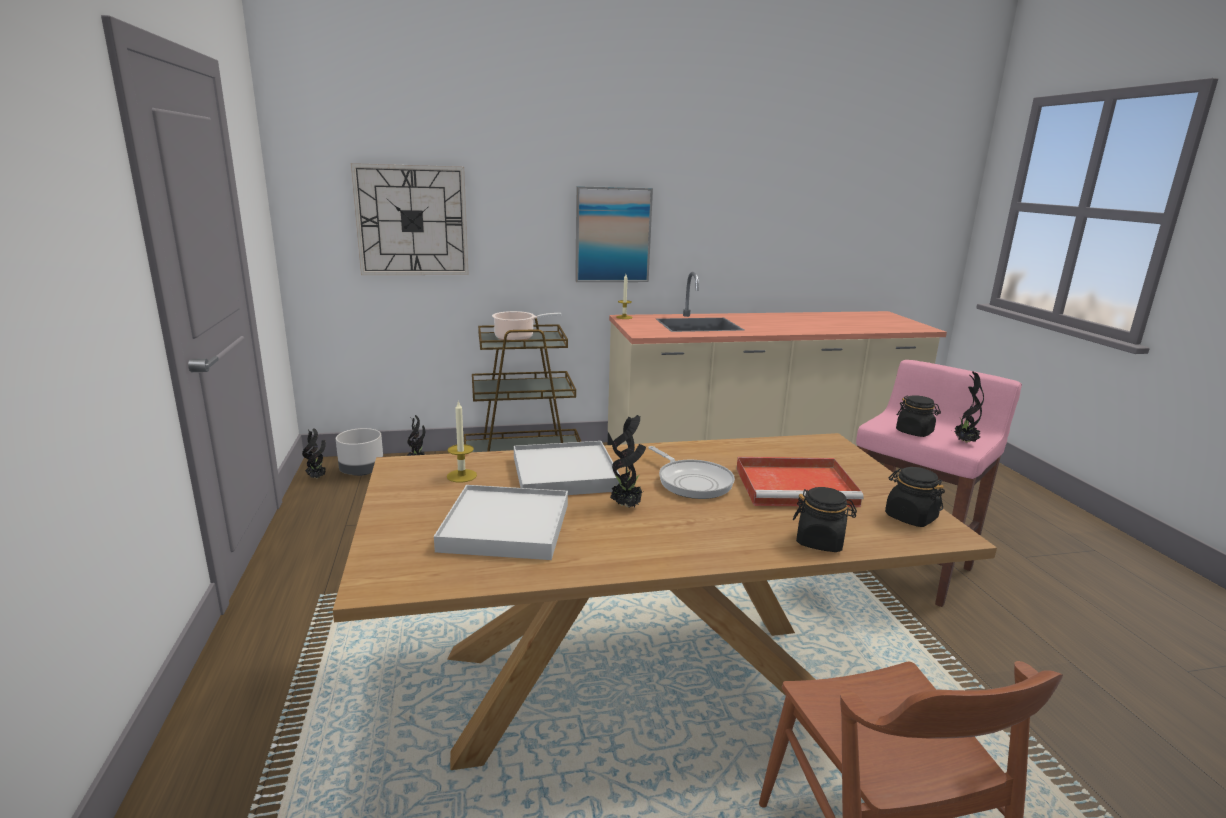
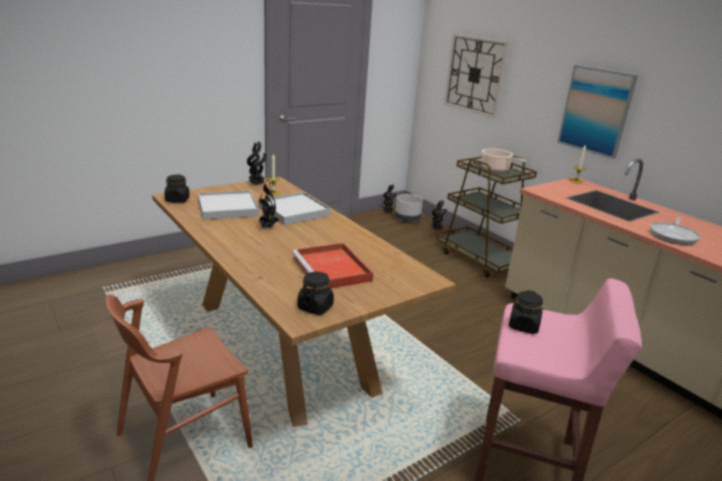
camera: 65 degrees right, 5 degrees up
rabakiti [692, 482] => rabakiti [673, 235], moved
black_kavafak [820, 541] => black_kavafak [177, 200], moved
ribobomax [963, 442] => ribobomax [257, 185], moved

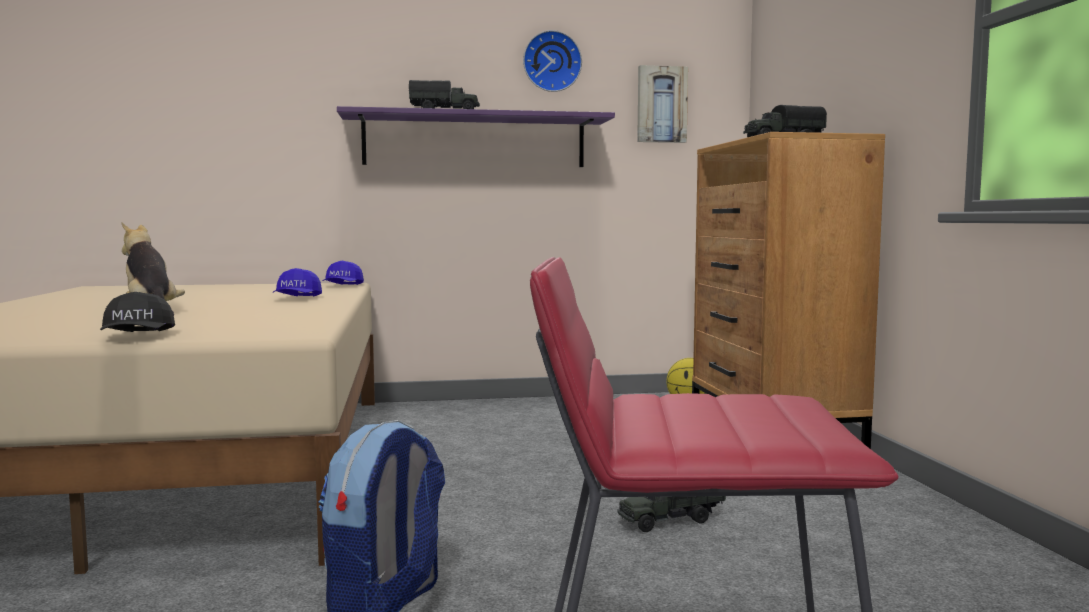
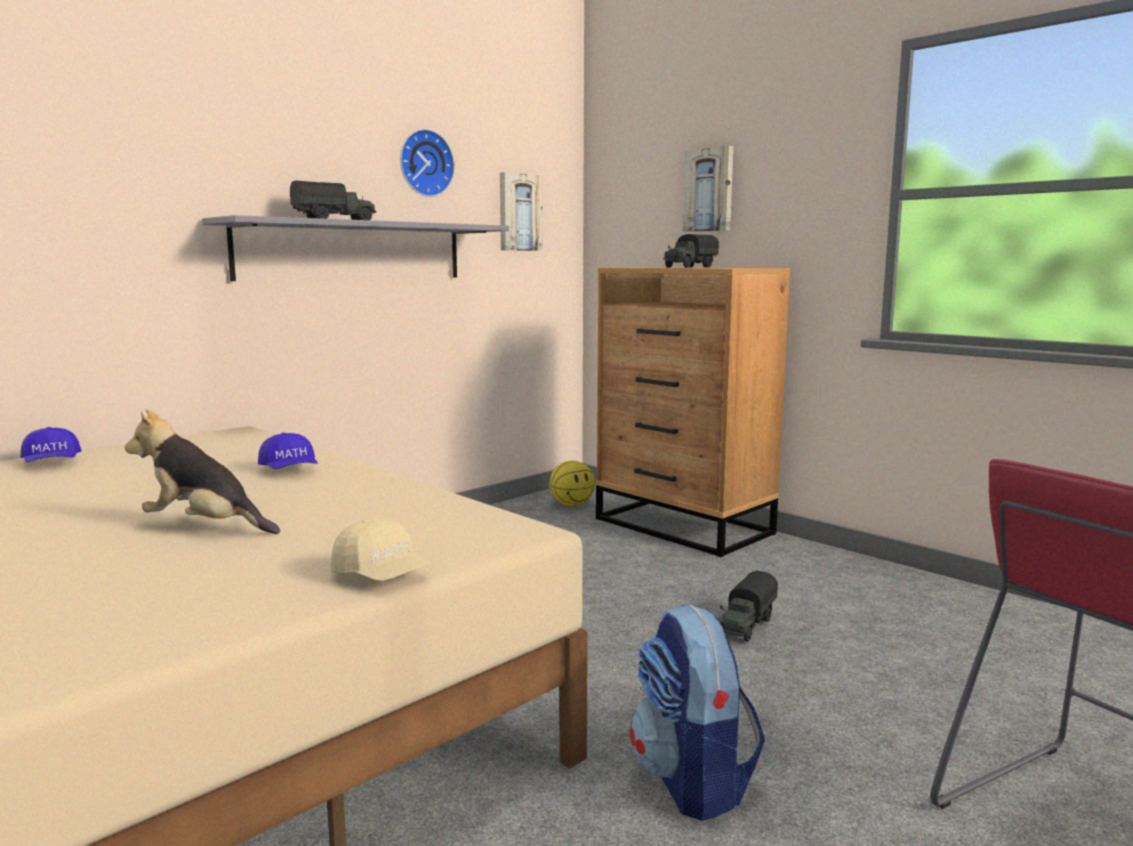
camera: 35 degrees left, 5 degrees up
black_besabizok [137, 337] => beige_besabizok [382, 576]
blue_besabizok [342, 286] => blue_besabizok [52, 463], moved
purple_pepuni [474, 141] => grey_pepuni [353, 251]
nothing => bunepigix [709, 190]

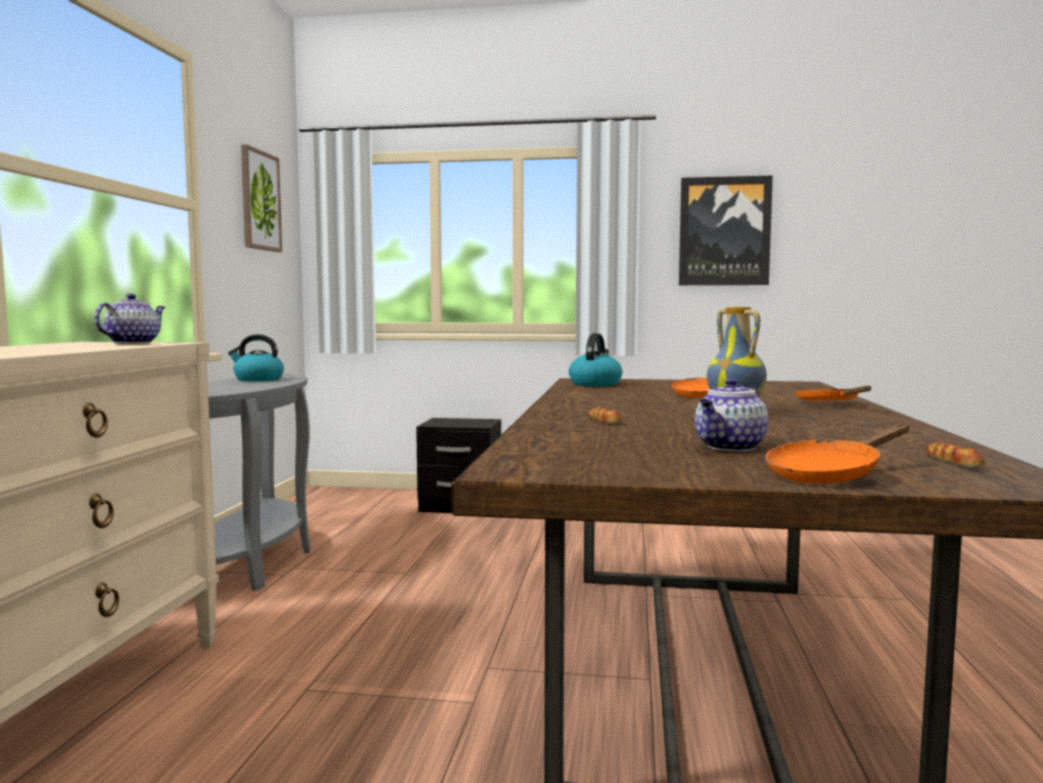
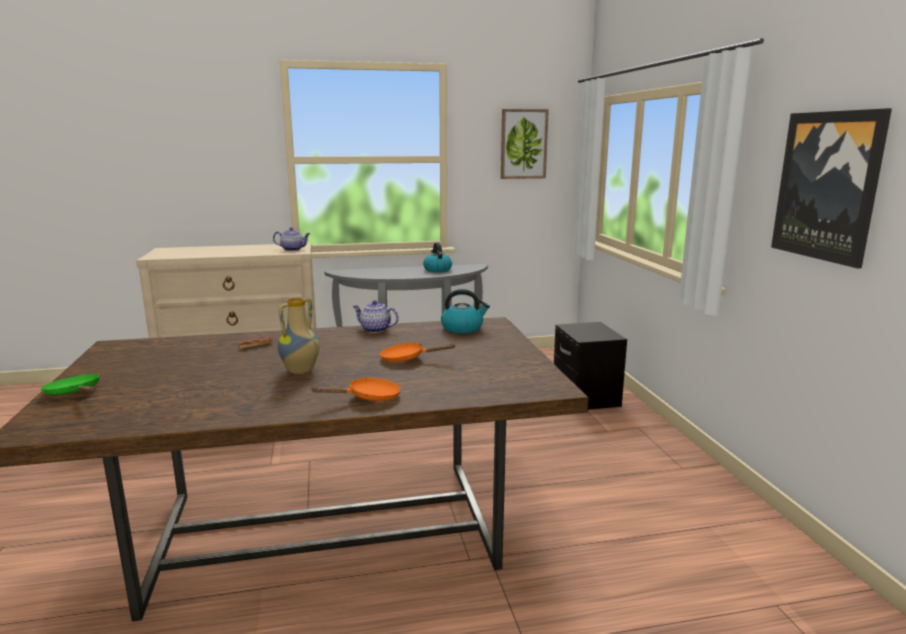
camera: 70 degrees right, 10 degrees up
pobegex [730, 447] => pobegex [375, 329], moved
orange_rabakiti [829, 475] => green_rabakiti [75, 393]
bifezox [953, 461] => nothing

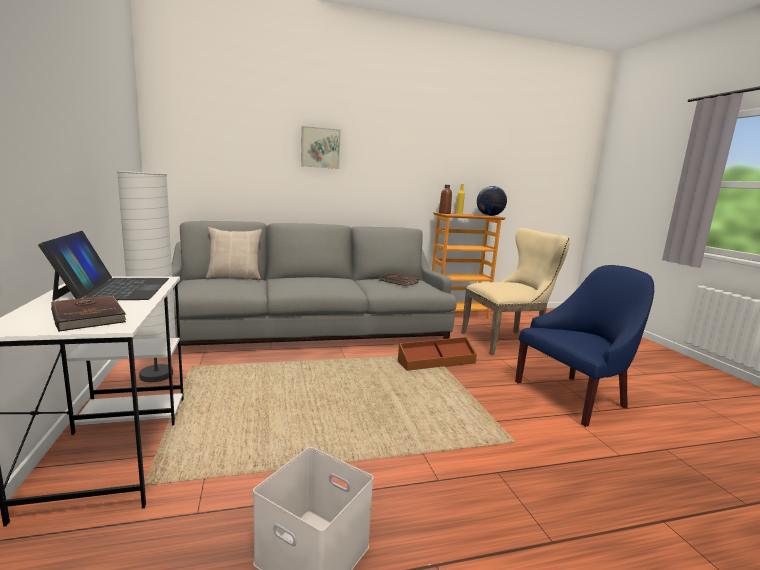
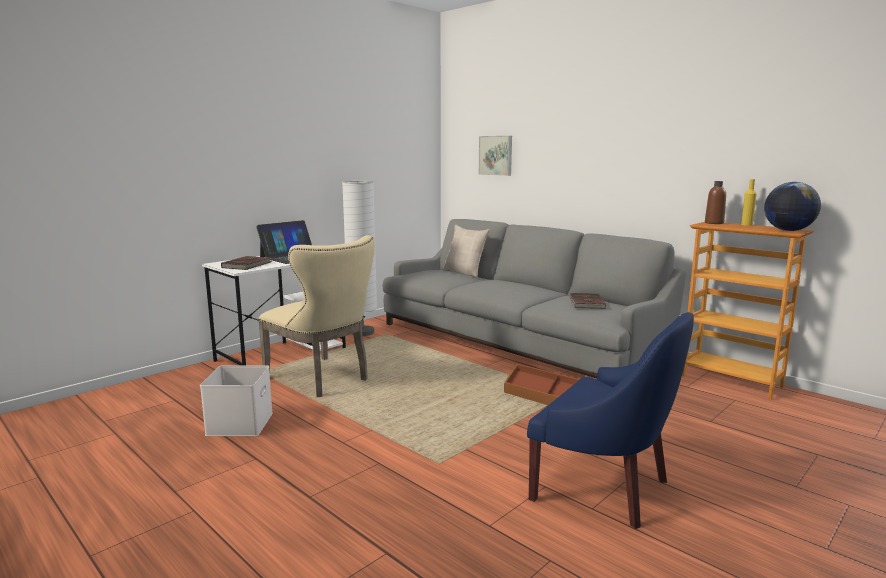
camera: 60 degrees right, 0 degrees up
bunepigix [320, 148] => bunepigix [496, 155], moved
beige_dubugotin [507, 341] => beige_dubugotin [323, 379], moved

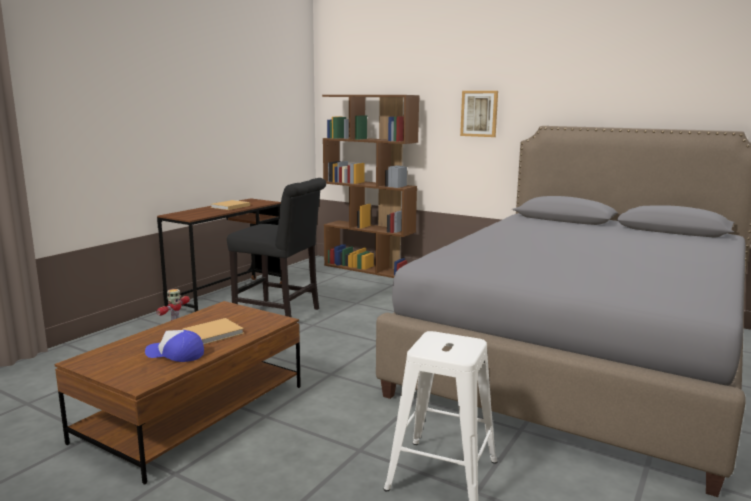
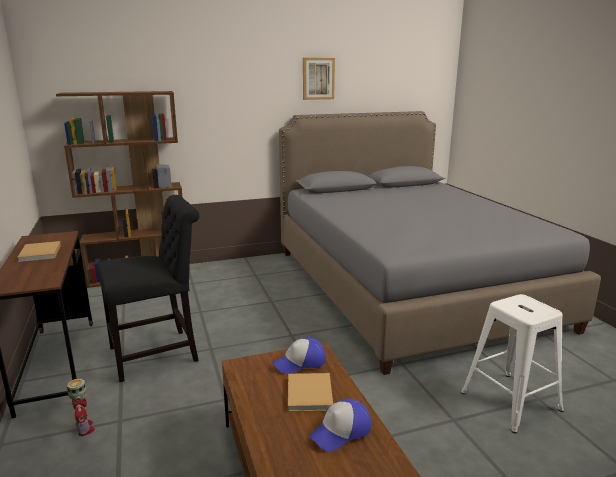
camera: 50 degrees left, 5 degrees up
bunepigix [479, 113] => bunepigix [318, 78], moved
nothing => besabizok [300, 363]

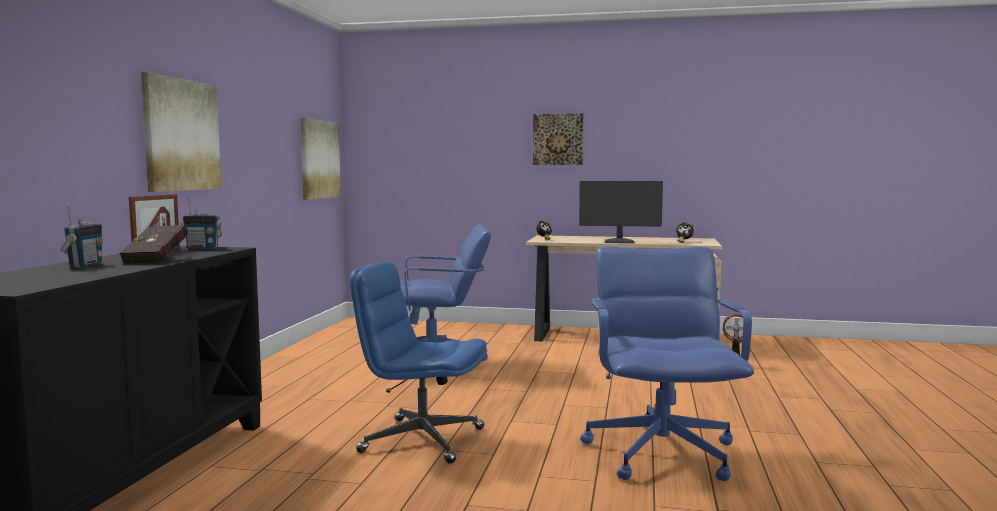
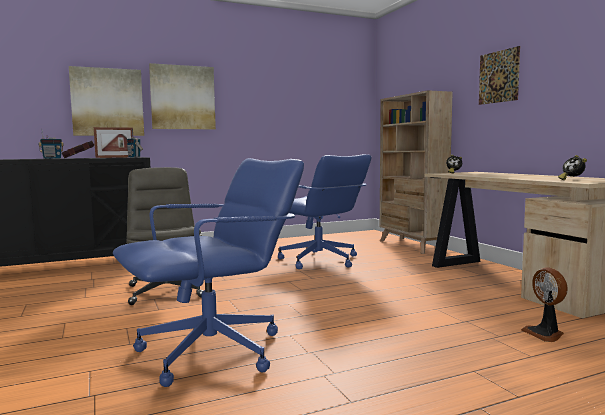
camera: 55 degrees right, 0 degrees up
bunepigix [319, 159] => bunepigix [107, 102], moved
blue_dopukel [421, 440] => grey_dopukel [165, 291]
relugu [619, 242] => nothing
nothing => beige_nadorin [411, 245]

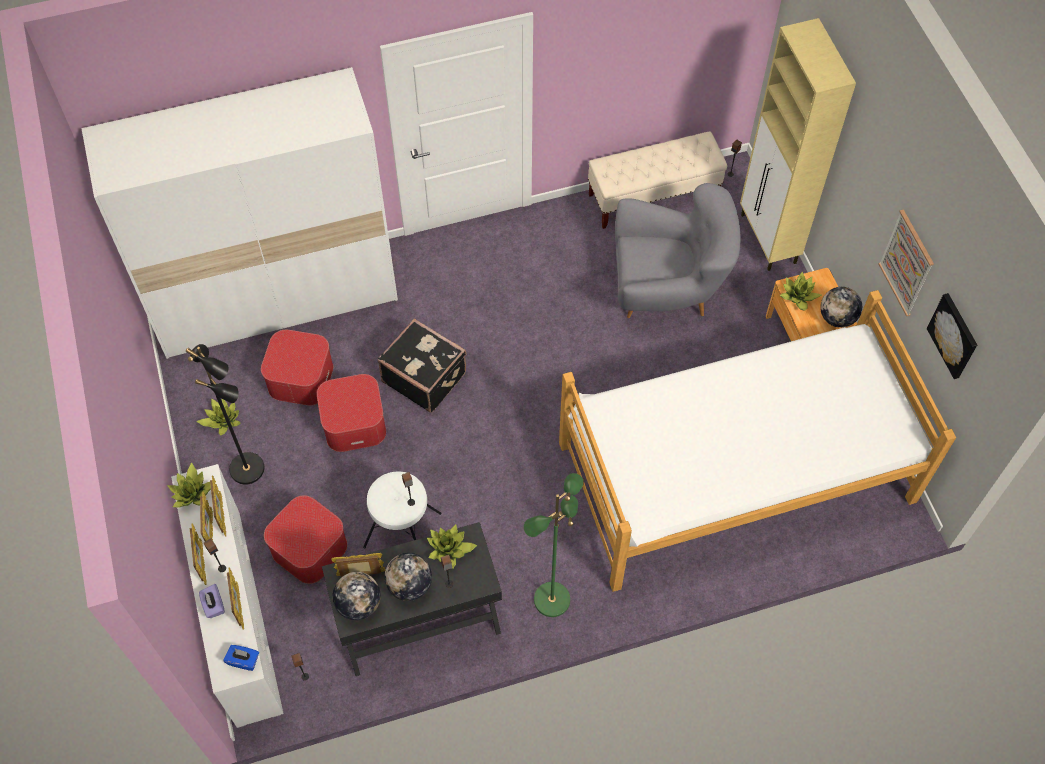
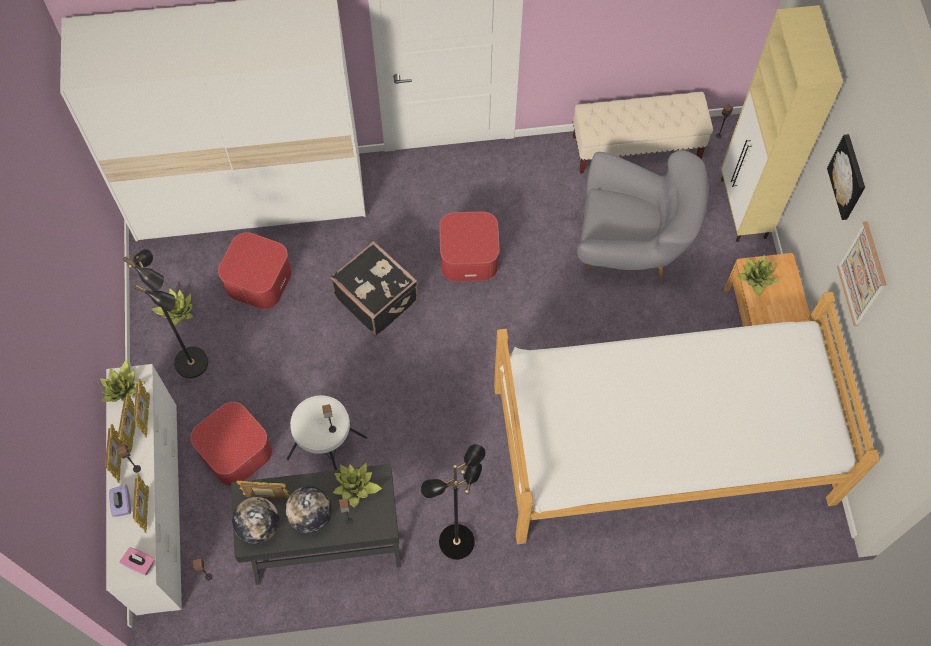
camera: 10 degrees right, 5 degrees up
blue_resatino [244, 660] => pink_resatino [140, 563]
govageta [354, 422] => govageta [469, 255], moved
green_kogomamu [551, 598] => black_kogomamu [456, 540]
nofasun [837, 318] => nothing
bunepigix [954, 335] => bunepigix [848, 177], moved

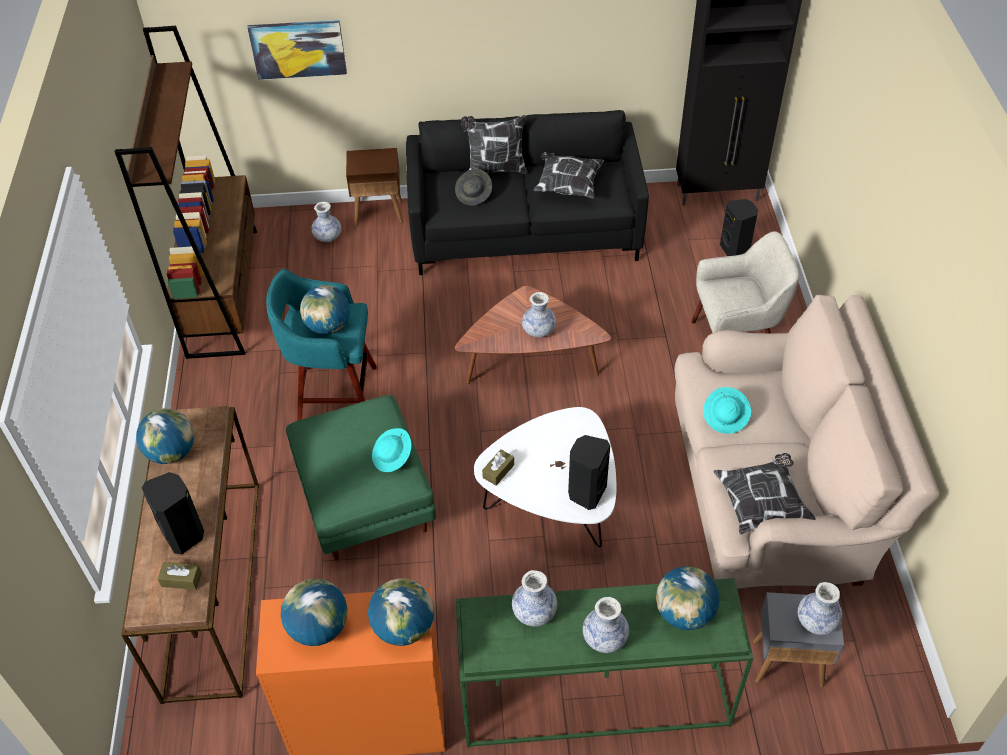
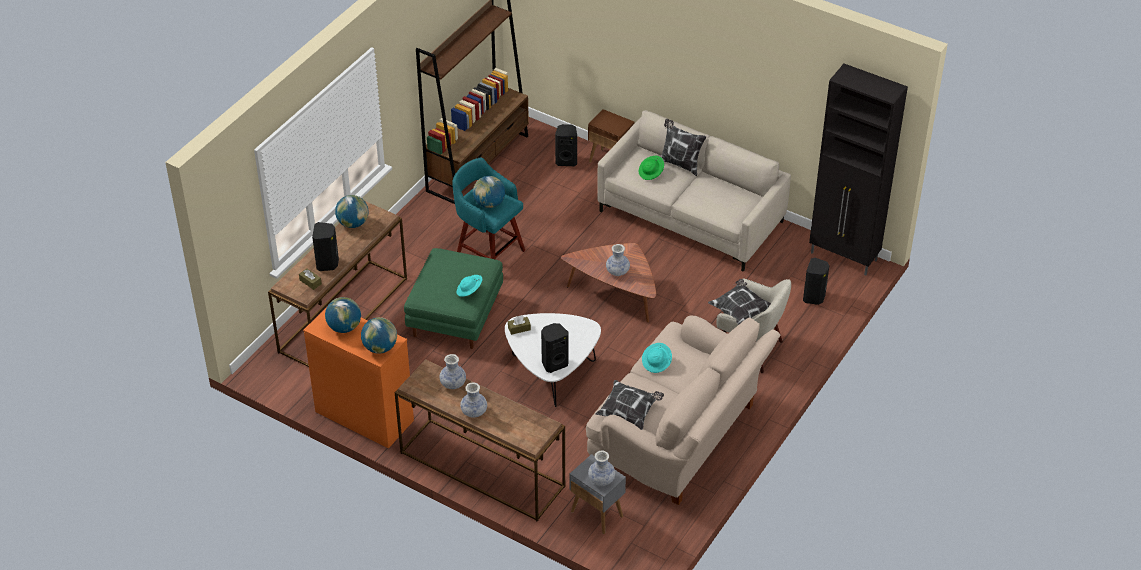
camera: 35 degrees right, 5 degrees down
bunepigix [298, 48] => nothing
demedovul [327, 237] => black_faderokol [566, 160]
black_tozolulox [525, 230] => beige_tozolulox [691, 217]
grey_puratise [474, 194] => green_puratise [651, 173]
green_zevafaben [593, 699] => brown_zevafaben [480, 470]
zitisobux [567, 185] => zitisobux [740, 311], moved
nofasun [684, 613] => nothing

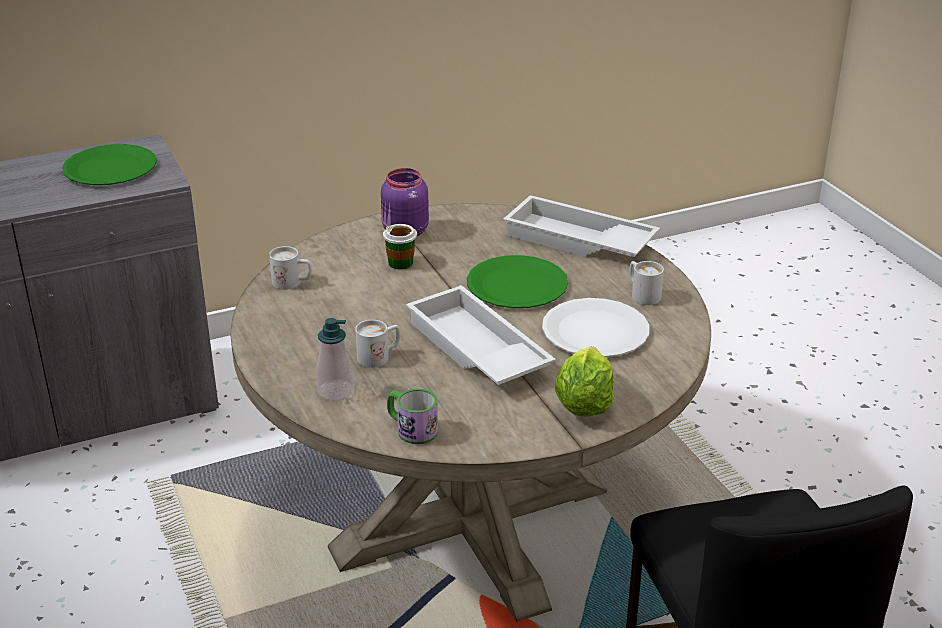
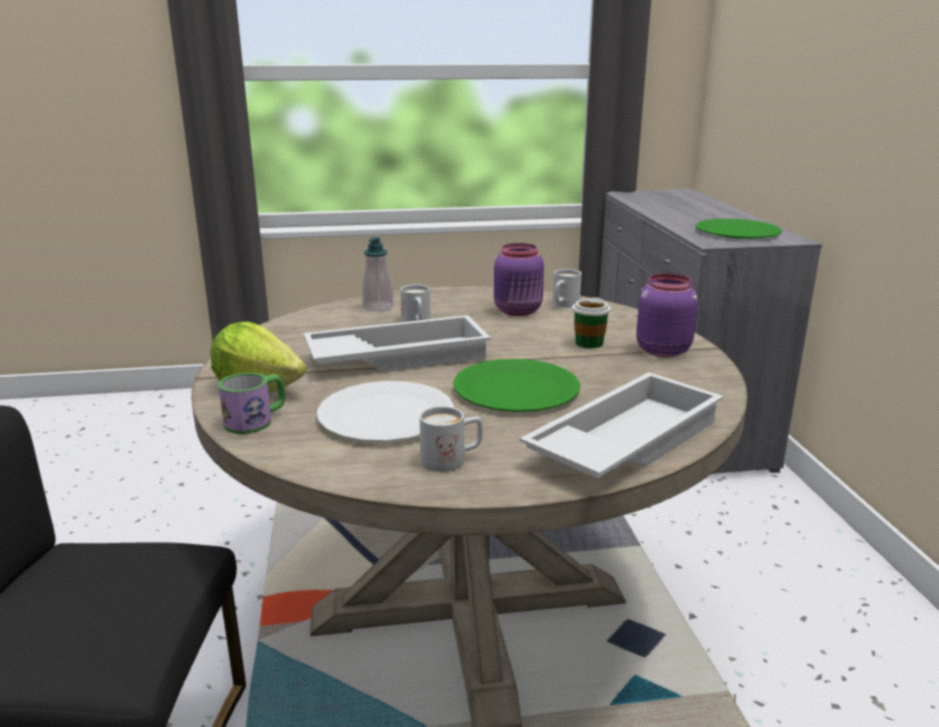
camera: 105 degrees right, 10 degrees down
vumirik [411, 429] => vumirik [256, 420], moved
nothing => purple_kavafak [519, 311]

